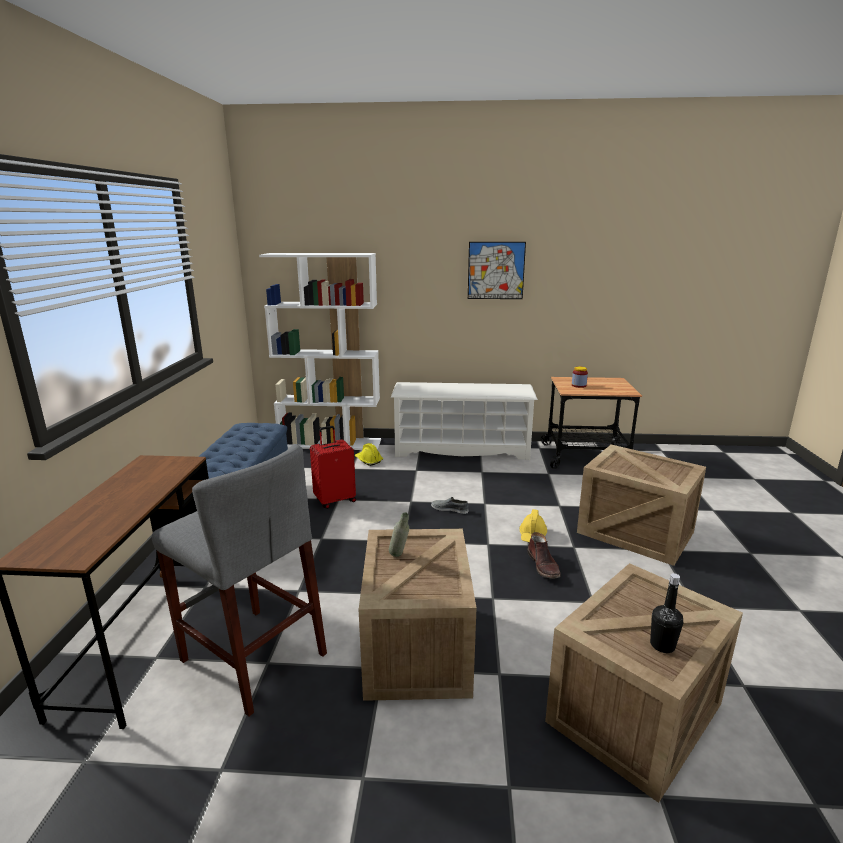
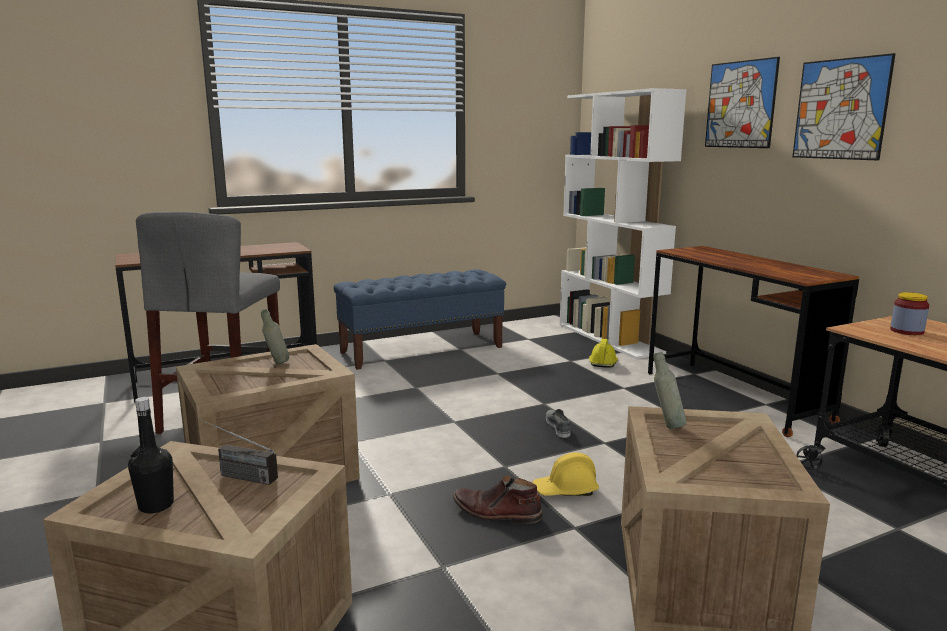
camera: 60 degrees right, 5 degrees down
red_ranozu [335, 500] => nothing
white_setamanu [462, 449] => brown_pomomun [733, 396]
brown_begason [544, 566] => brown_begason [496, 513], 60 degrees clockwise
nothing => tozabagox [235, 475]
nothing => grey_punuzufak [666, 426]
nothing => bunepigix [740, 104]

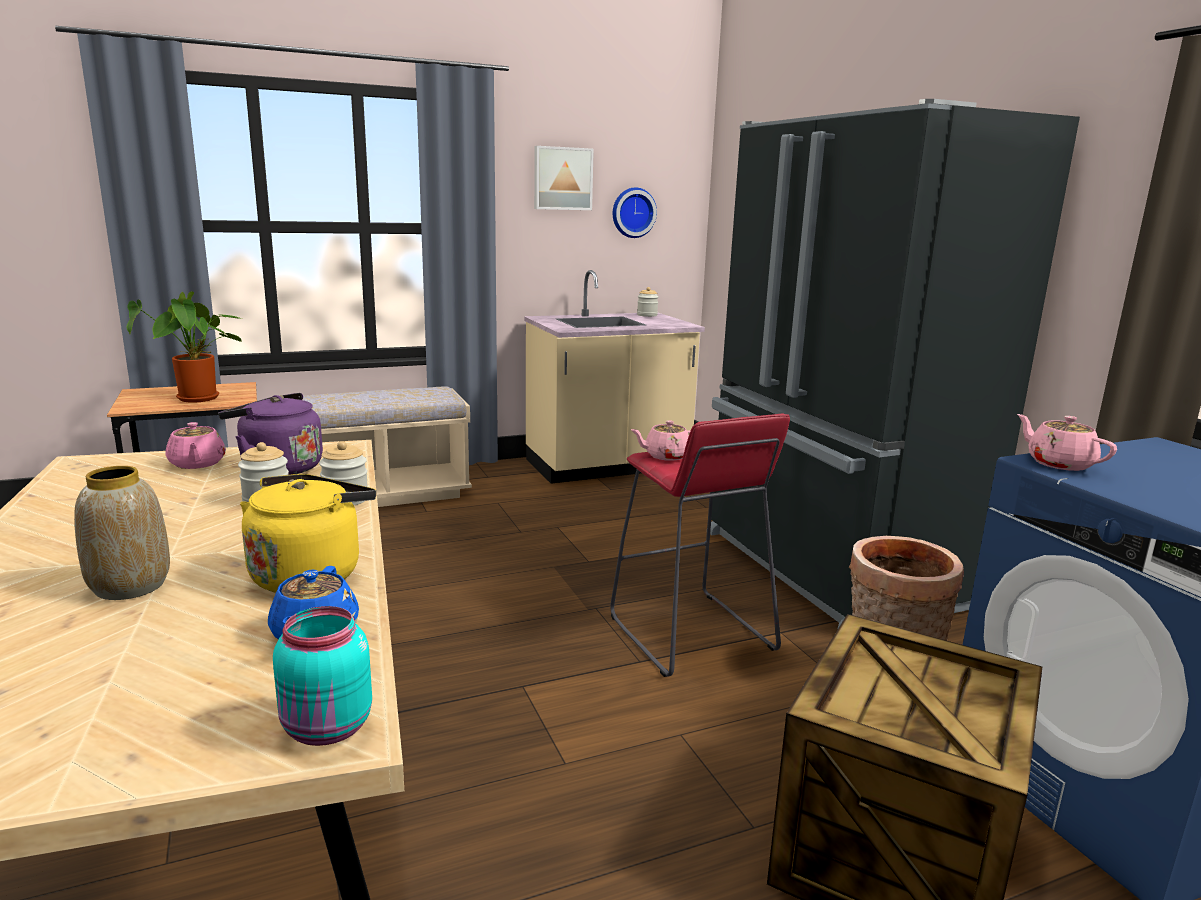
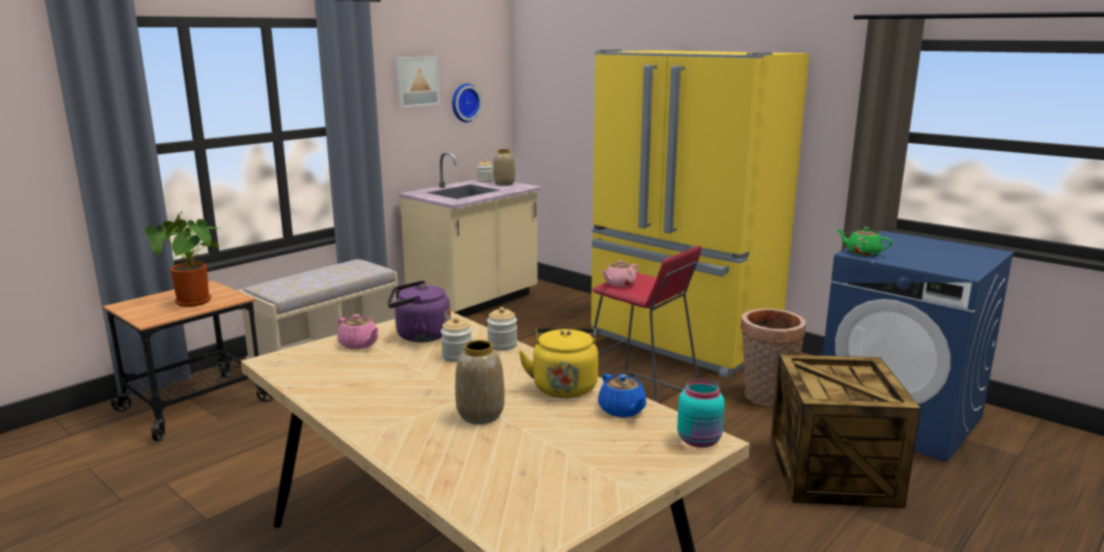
camera: 25 degrees left, 0 degrees up
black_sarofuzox [829, 569] => yellow_sarofuzox [681, 342]
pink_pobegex [1058, 463] => green_pobegex [862, 252]
nothing => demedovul [504, 184]

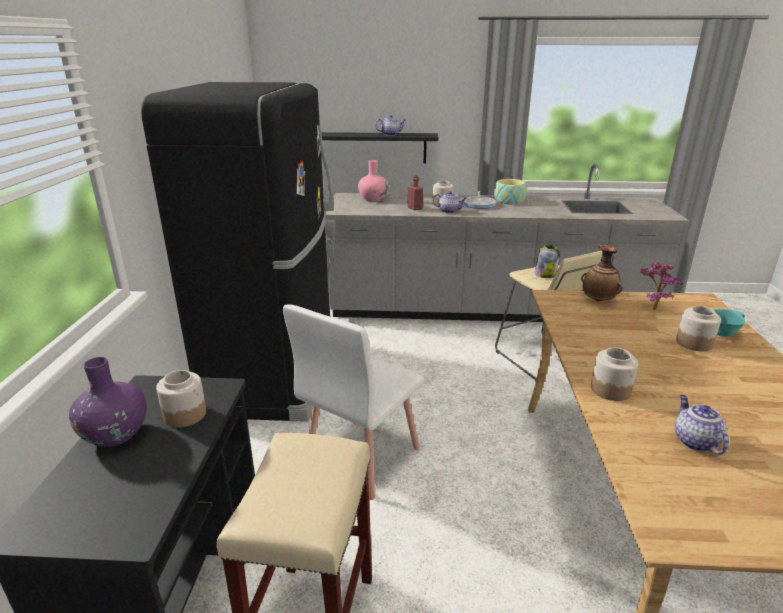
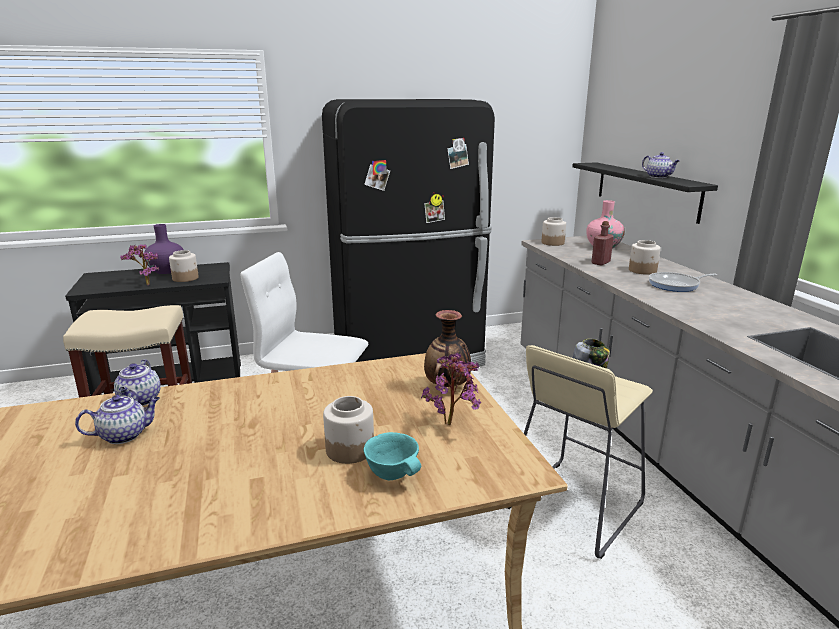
camera: 70 degrees right, 5 degrees down
pobegex [449, 211] => pobegex [140, 401], moved
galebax [509, 200] => nothing
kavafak [610, 389] => kavafak [553, 243], moved
nothing => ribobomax [145, 284]

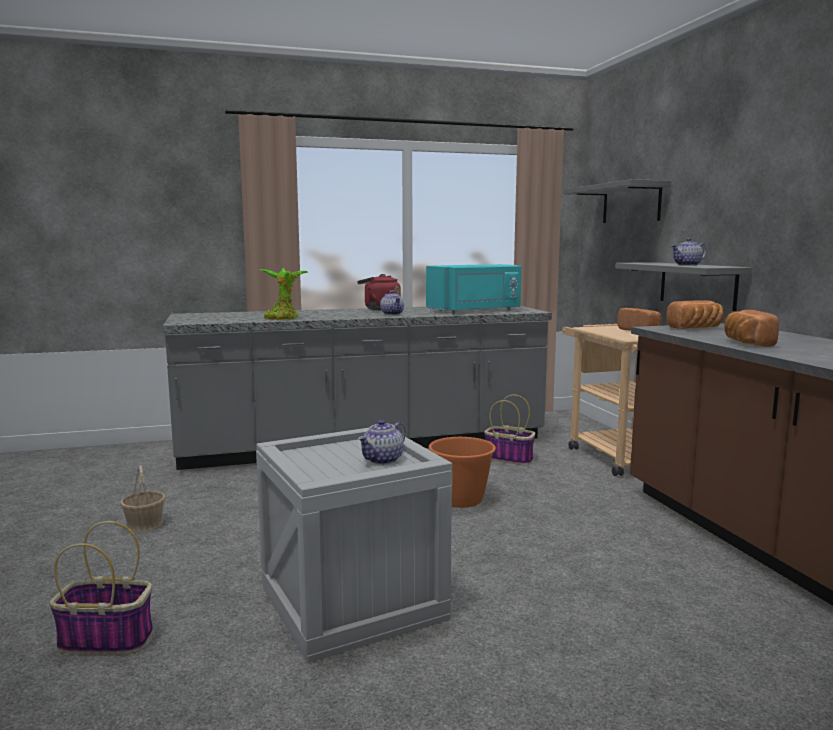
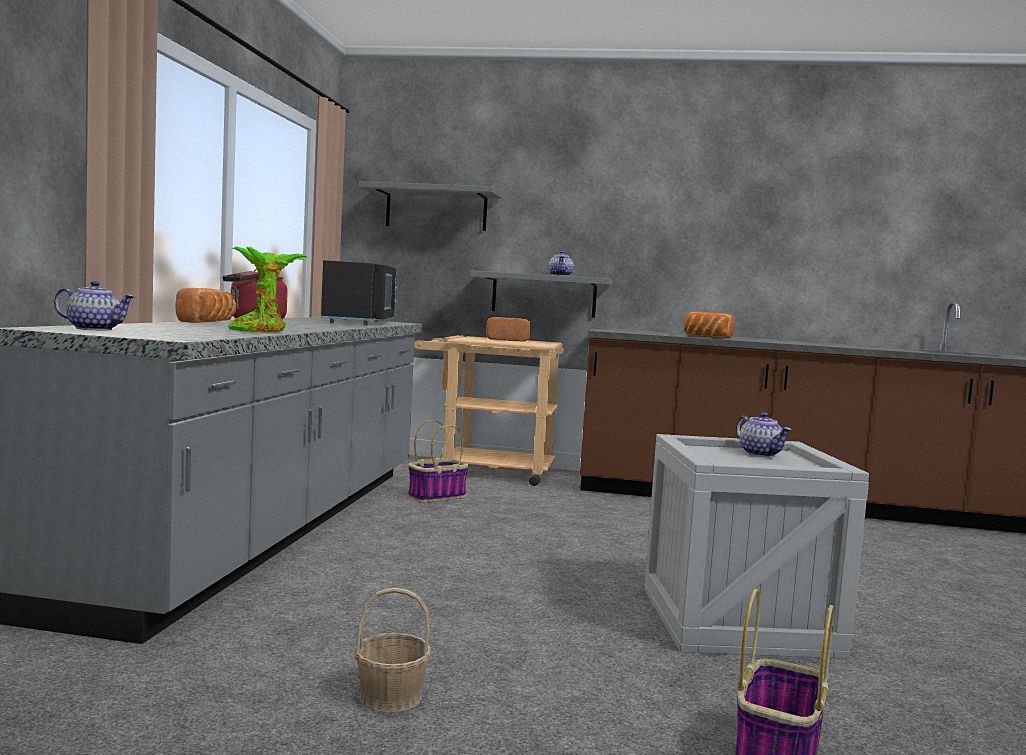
camera: 65 degrees left, 5 degrees down
pobegex [392, 314] => pobegex [95, 329], moved
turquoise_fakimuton [476, 311] => black_fakimuton [360, 322]
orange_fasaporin [461, 500] => nothing
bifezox [696, 328] => bifezox [209, 322], moved

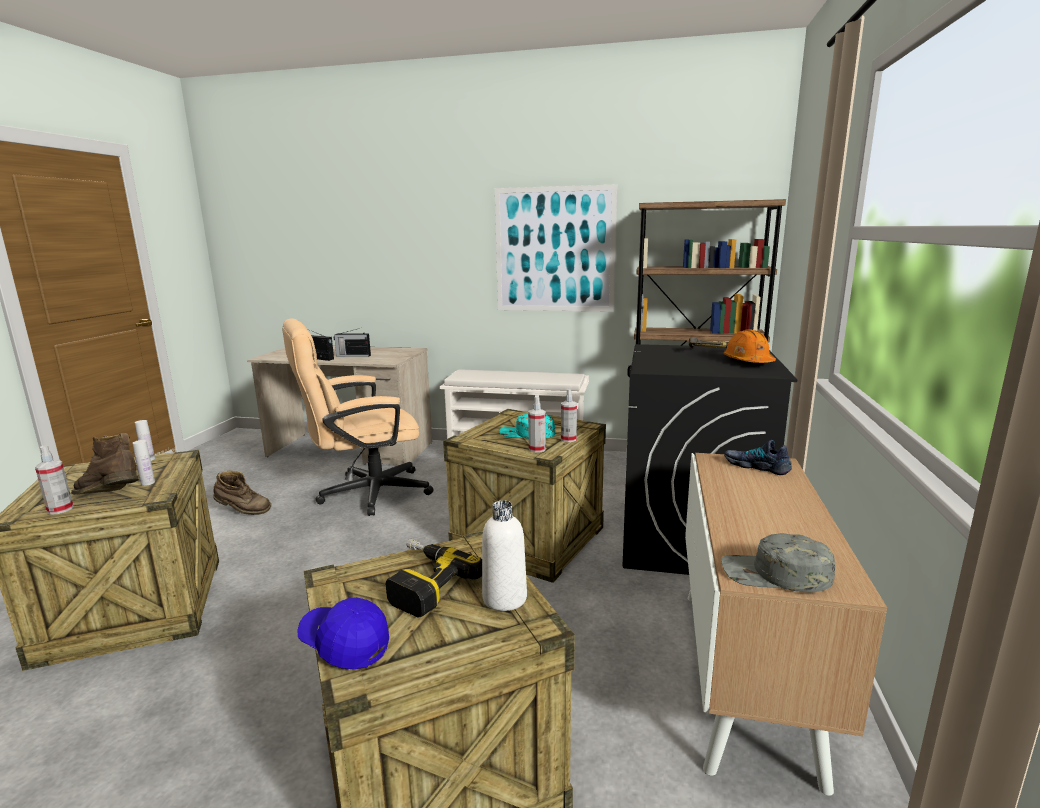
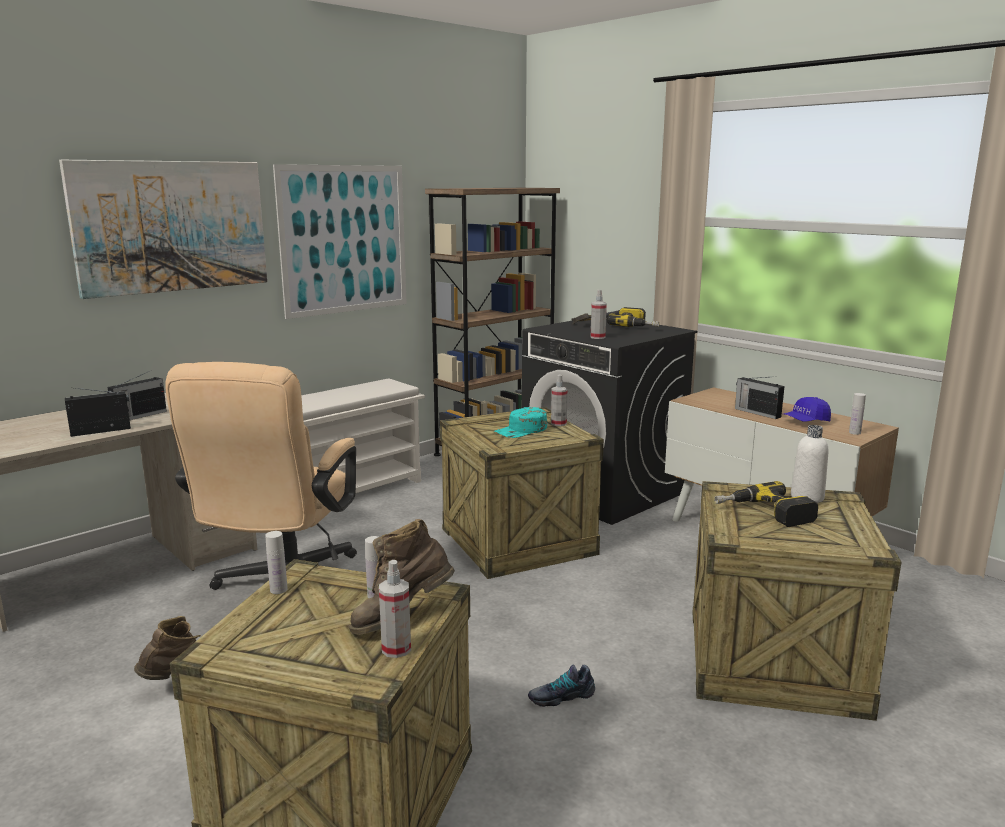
camera: 55 degrees left, 0 degrees up
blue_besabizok [344, 644] => blue_besabizok [806, 422], moved
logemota [537, 449] => logemota [597, 337], moved
grey_besabizok [775, 574] => white_punuzufak [854, 432]
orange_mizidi [748, 362] => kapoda [636, 326]
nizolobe [756, 466] => nizolobe [561, 696], moved
nothing => bunepigix [171, 226]
nothing => tozabagox [756, 412]

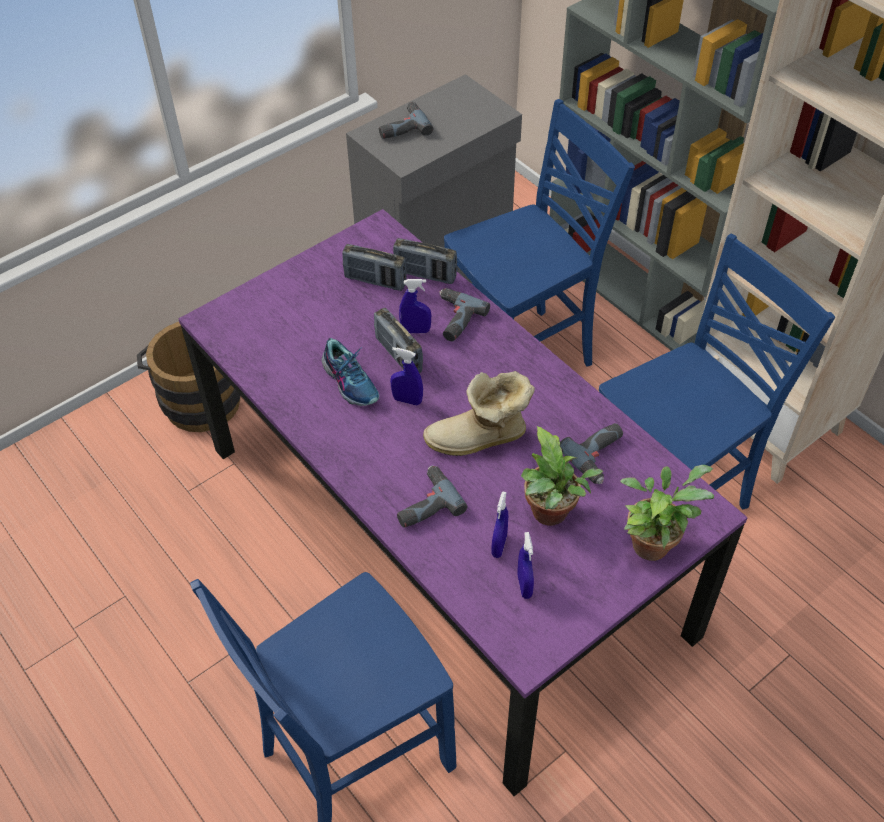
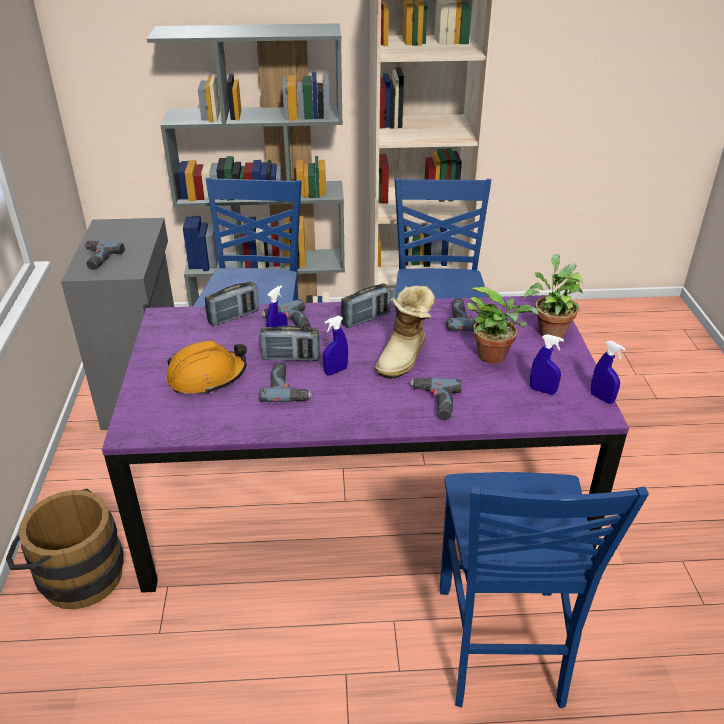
camera: 55 degrees left, 15 degrees down
nizolobe [351, 381] => kapoda [287, 388]
tozabagox [375, 281] => tozabagox [366, 319], moved
blue_logemota [499, 546] => blue_logemota [601, 398], moved
nothing => orange_mizidi [207, 377]

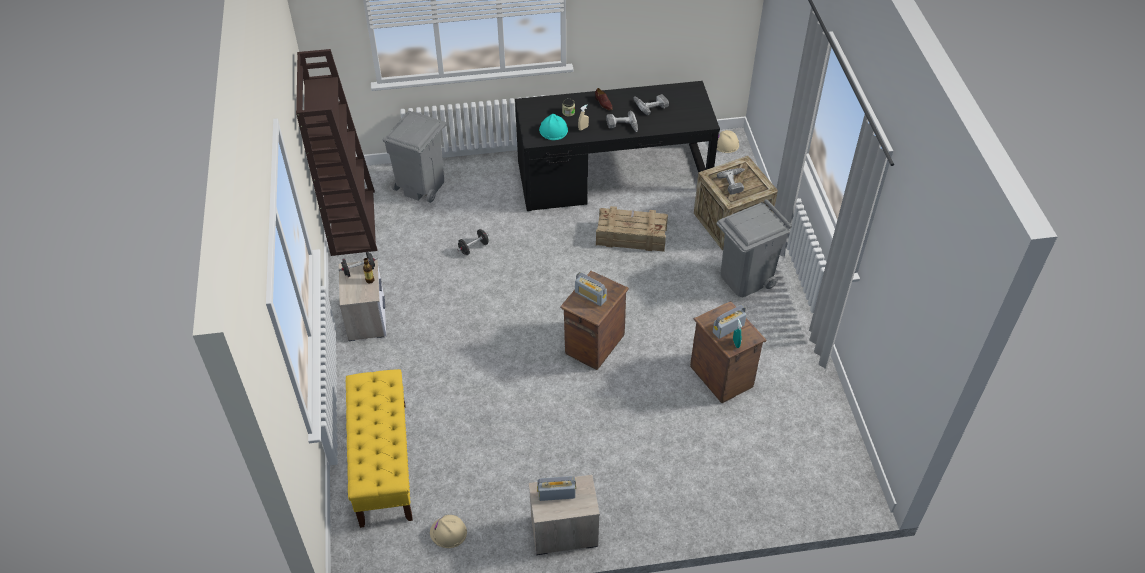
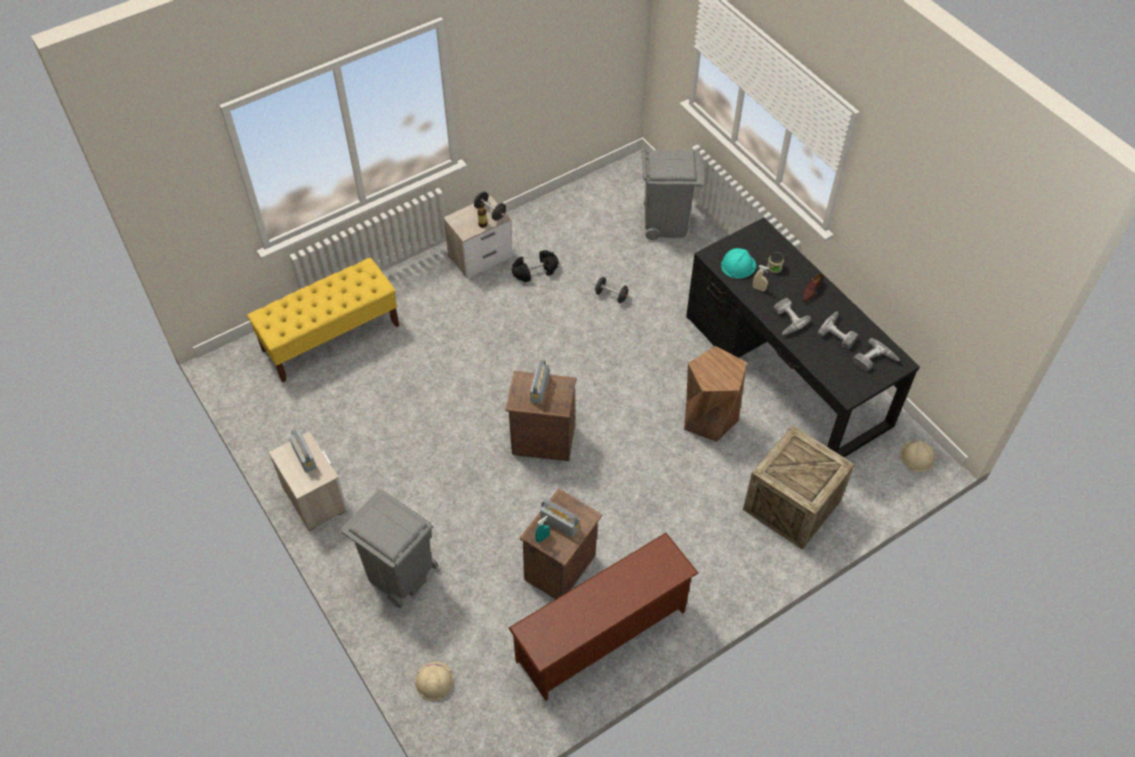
camera: 65 degrees right, 5 degrees up
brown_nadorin [352, 221] => nothing
beige_mizidi [448, 532] => beige_mizidi [434, 681], moved
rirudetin [631, 236] => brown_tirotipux [709, 418]
kapoda [735, 182] => kapoda [875, 361], moved
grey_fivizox [745, 279] => grey_fivizox [399, 575], moved
nothing => brown_setamanu [602, 637]
nothing => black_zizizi [535, 271]

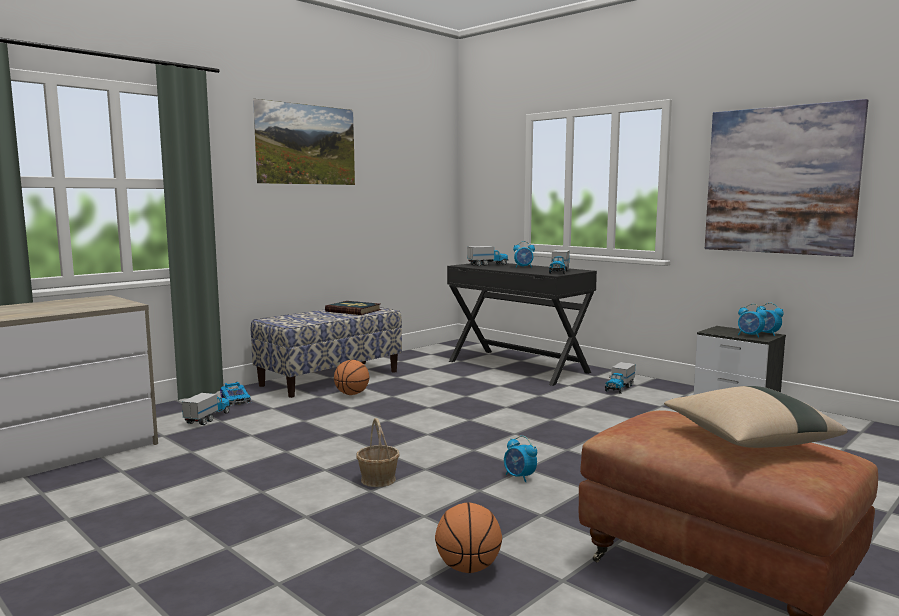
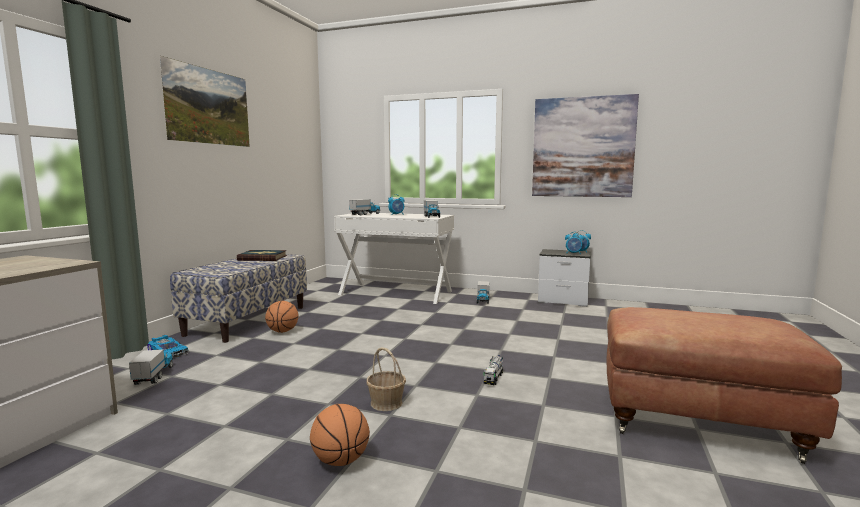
camera: 25 degrees left, 0 degrees up
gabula [468, 568] => gabula [340, 461], moved
black_pomomun [518, 366] => white_pomomun [396, 293]
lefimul [519, 477] => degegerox [493, 378]
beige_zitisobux [747, 440] => nothing

